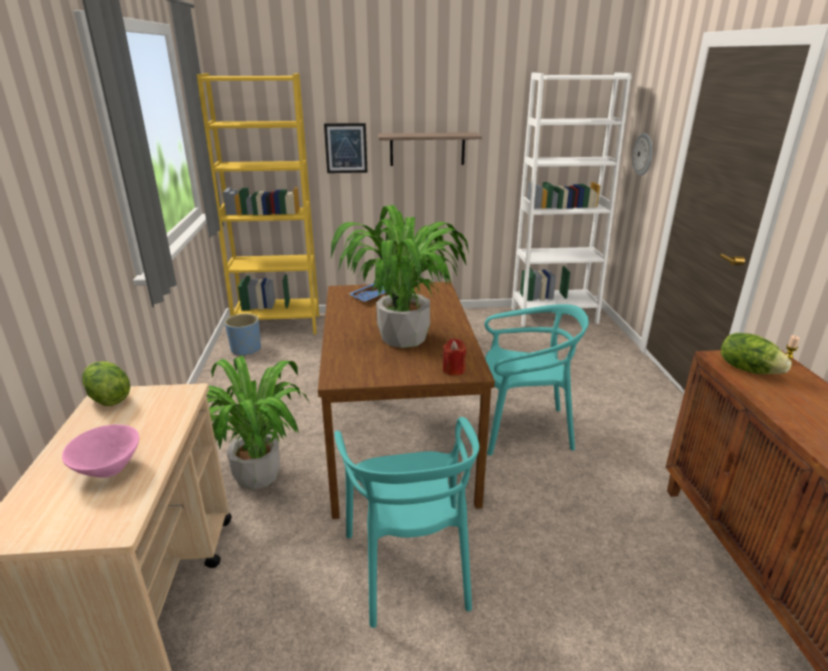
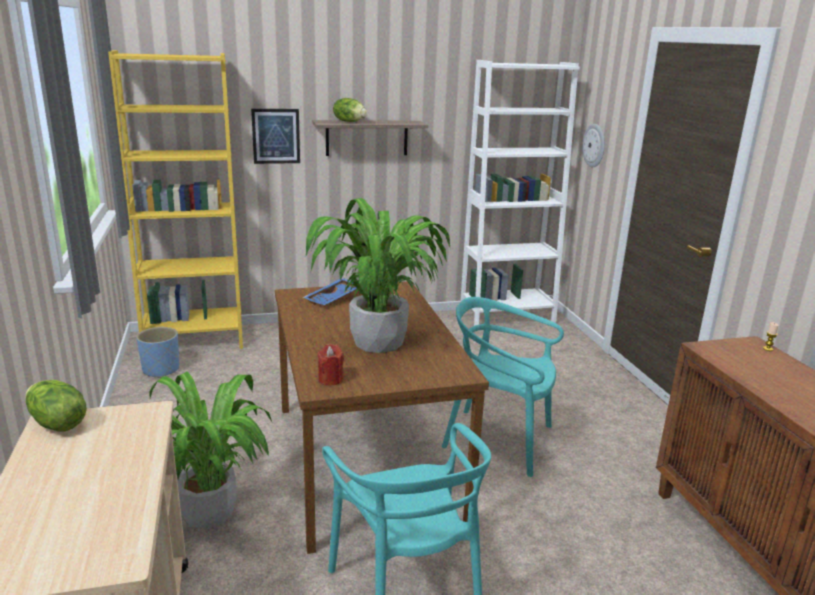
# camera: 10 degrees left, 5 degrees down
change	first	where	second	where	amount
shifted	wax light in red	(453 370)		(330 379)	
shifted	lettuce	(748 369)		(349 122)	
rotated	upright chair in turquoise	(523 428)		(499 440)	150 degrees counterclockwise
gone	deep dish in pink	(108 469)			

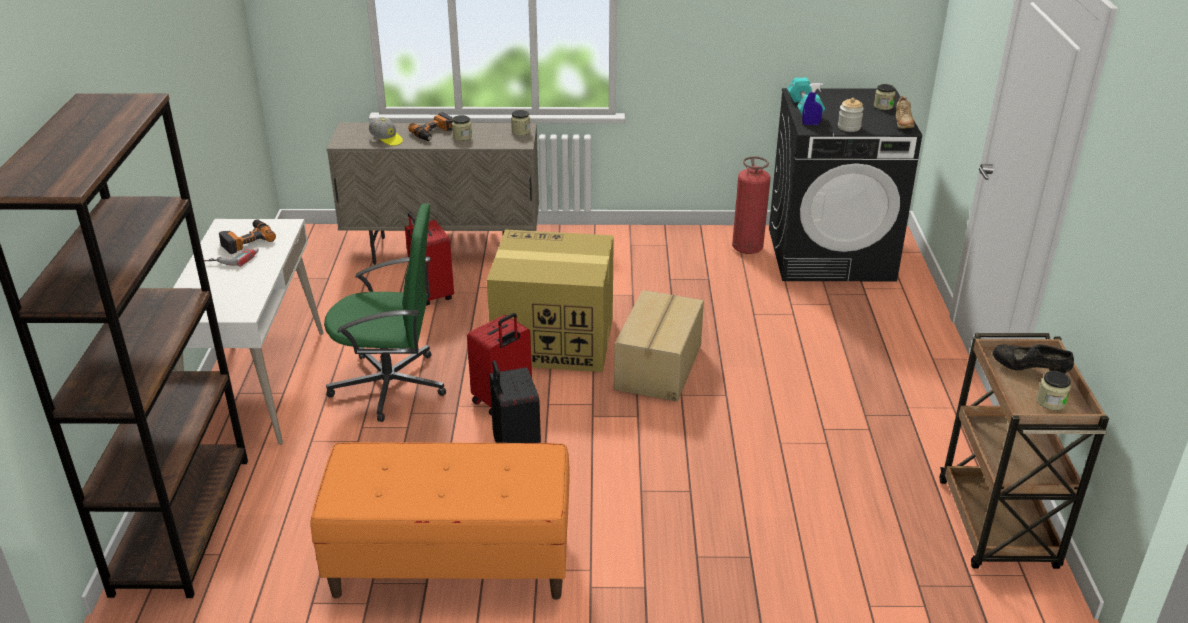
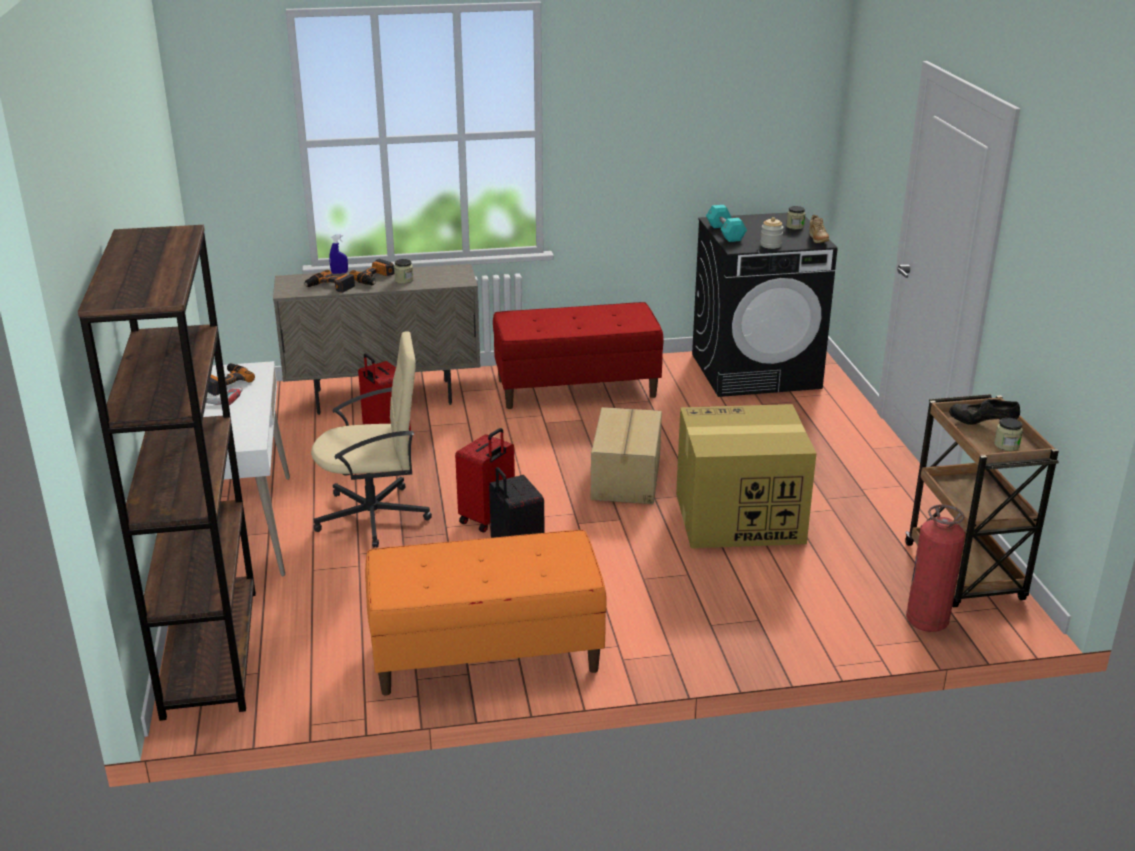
# camera: 10 degrees left, 5 degrees down
change	first	where	second	where	amount
swapped	cap	(386 139)	drill	(330 287)	
repainted	office chair in greenish	(391 385)	office chair in sand-coloured	(374 516)	
shifted	hand sprayer in blue-coloured	(811 124)		(339 273)	
new			bench in red	(576 388)	
shifted	cardboard box	(552 340)		(737 518)	
shifted	fire extinguisher	(747 248)		(927 622)	
gone	preserve jar	(521 132)			

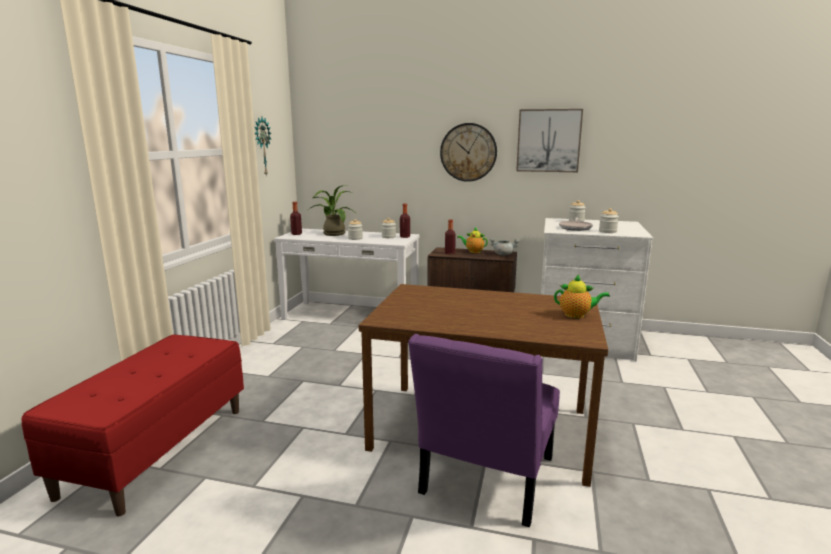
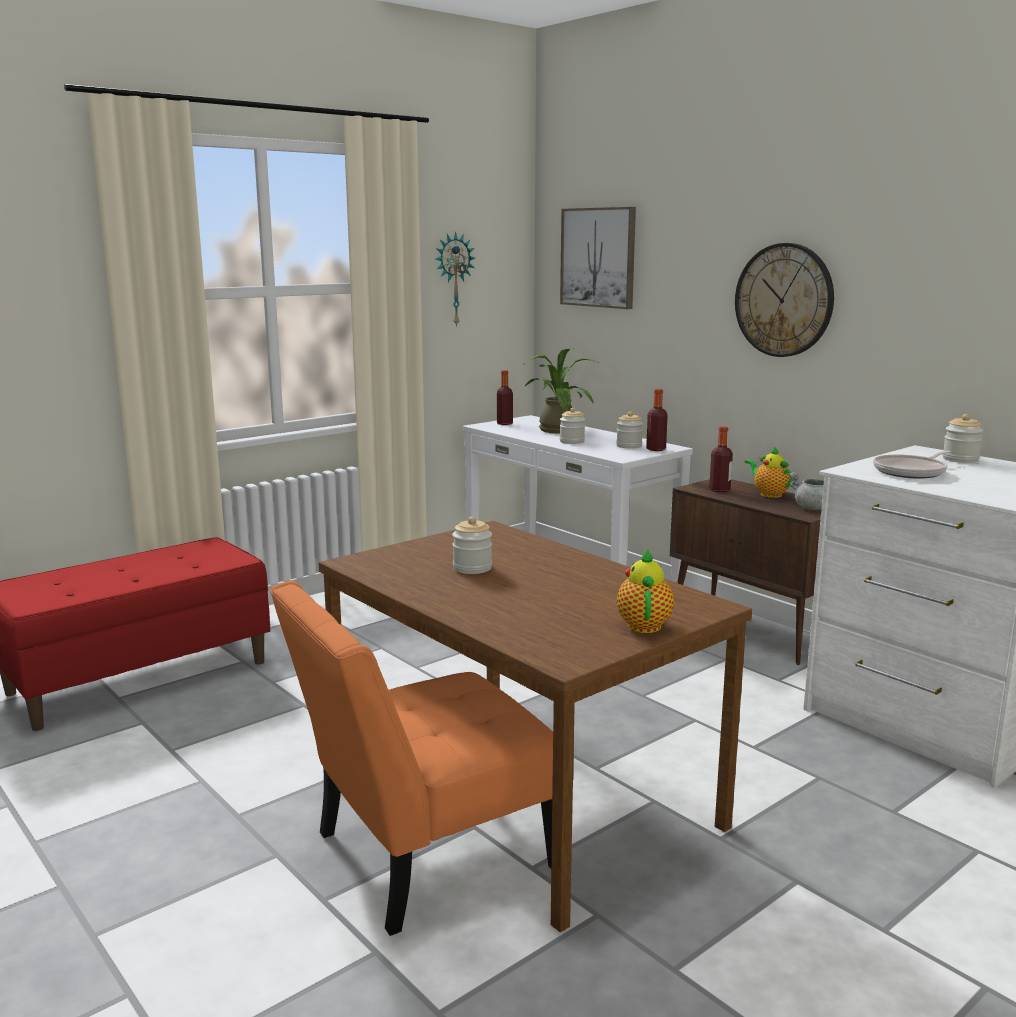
# camera: 35 degrees right, 0 degrees up
change	first	where	second	where	amount
repainted	upright chair in purplish	(485 480)	upright chair in orangey	(423 856)	
shifted	preserve jar	(607 231)		(472 568)	
shifted	picture	(548 140)		(598 257)	
rotated	tea pot	(577 315)		(644 624)	135 degrees counterclockwise

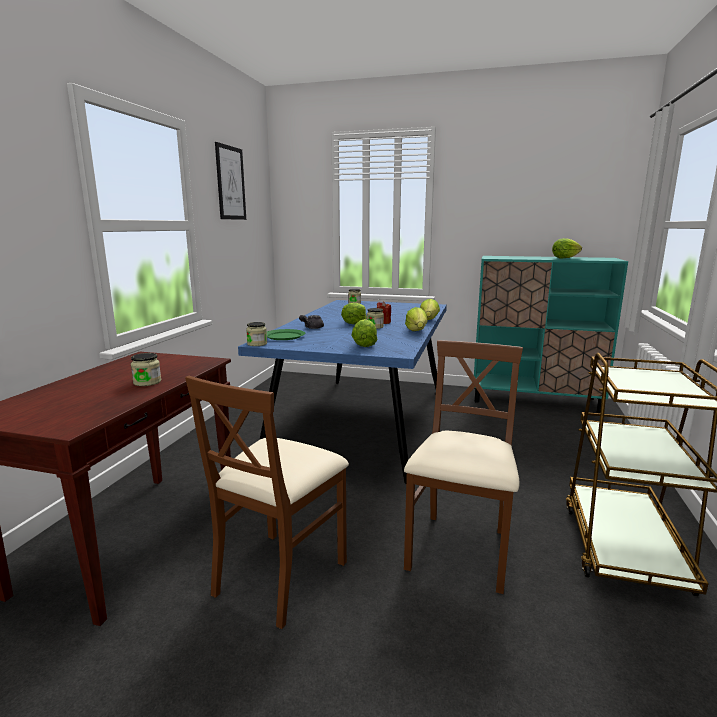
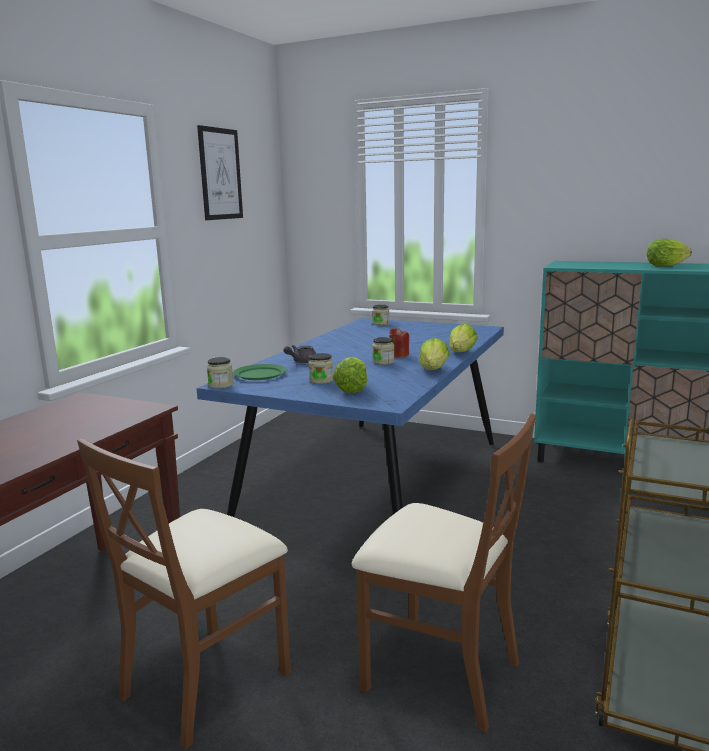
# camera: 10 degrees right, 0 degrees up
change	first	where	second	where	amount
shifted	preserve jar	(147 382)		(321 380)	
rotated	upright chair in brown-coloured	(459 551)		(439 672)	90 degrees clockwise
gone	lettuce	(354 322)			

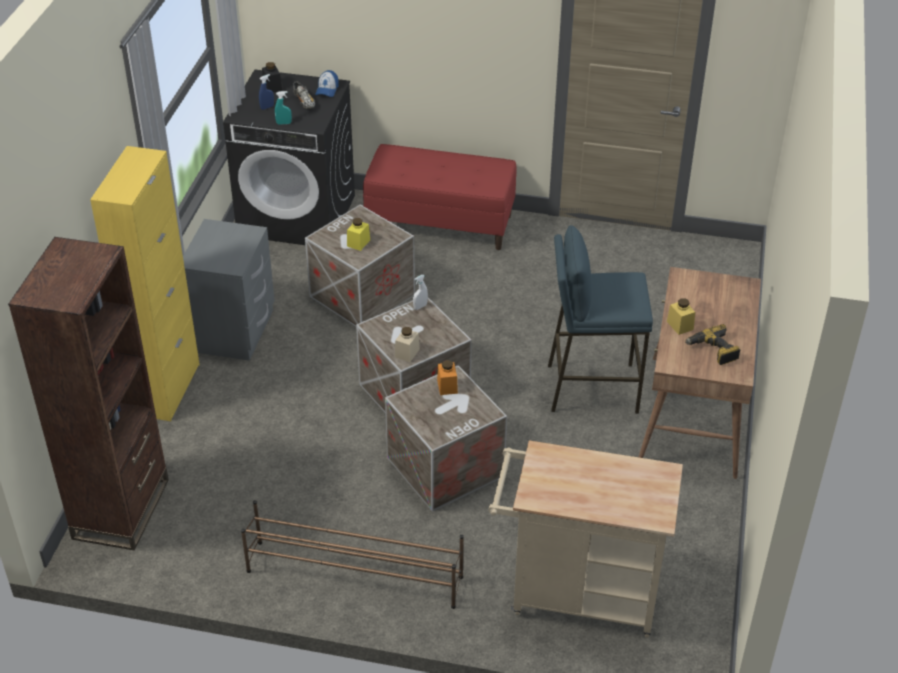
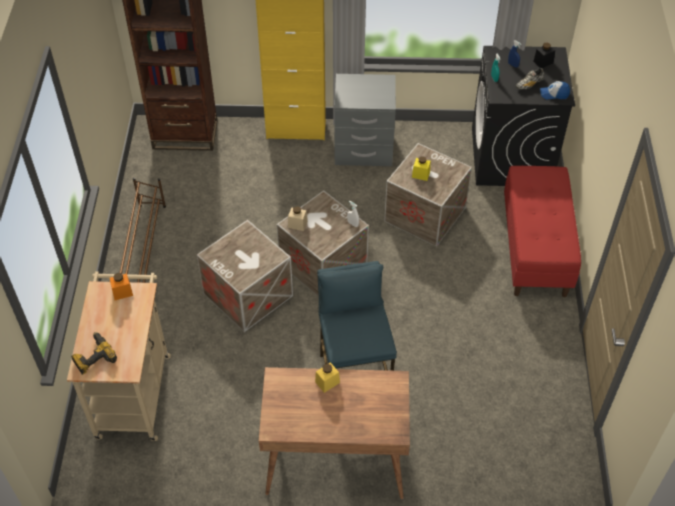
# camera: 80 degrees right, 10 degrees up
change	first	where	second	where	amount
shifted	drill	(713 351)		(93 357)	
shifted	preserve jar in orangey	(447 386)		(122 292)	

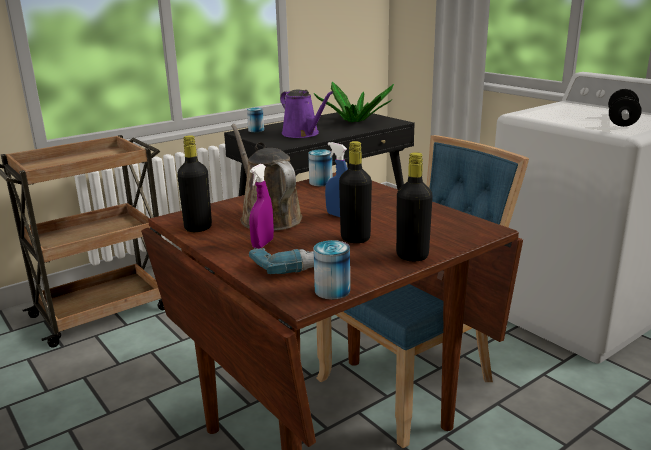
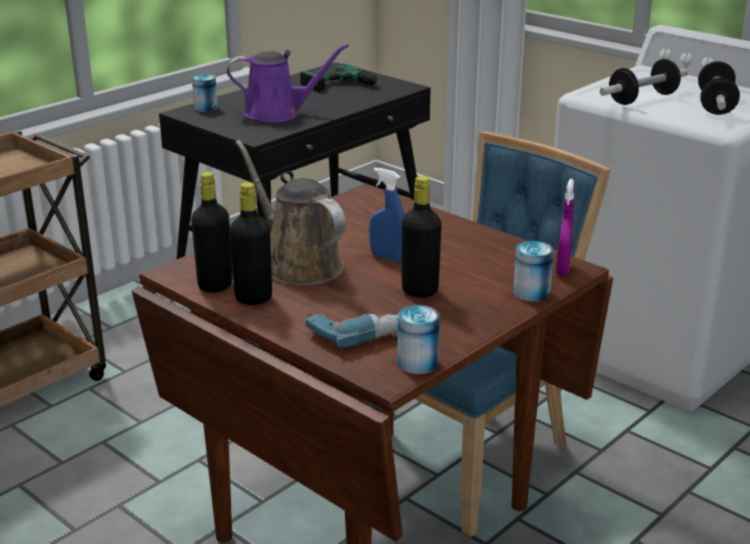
# camera: 10 degrees left, 5 degrees up
change	first	where	second	where	amount
rotated	sprinkling can in purplish	(303 134)		(278 113)	45 degrees counterclockwise
shifted	bottle in blackish	(412 256)		(253 298)	
swapped	houseplant	(355 121)	drill	(345 87)	
shifted	sealed can	(320 182)		(531 292)	
shifted	hand sprayer in purplish	(263 244)		(562 270)	
new			free weight	(642 99)	

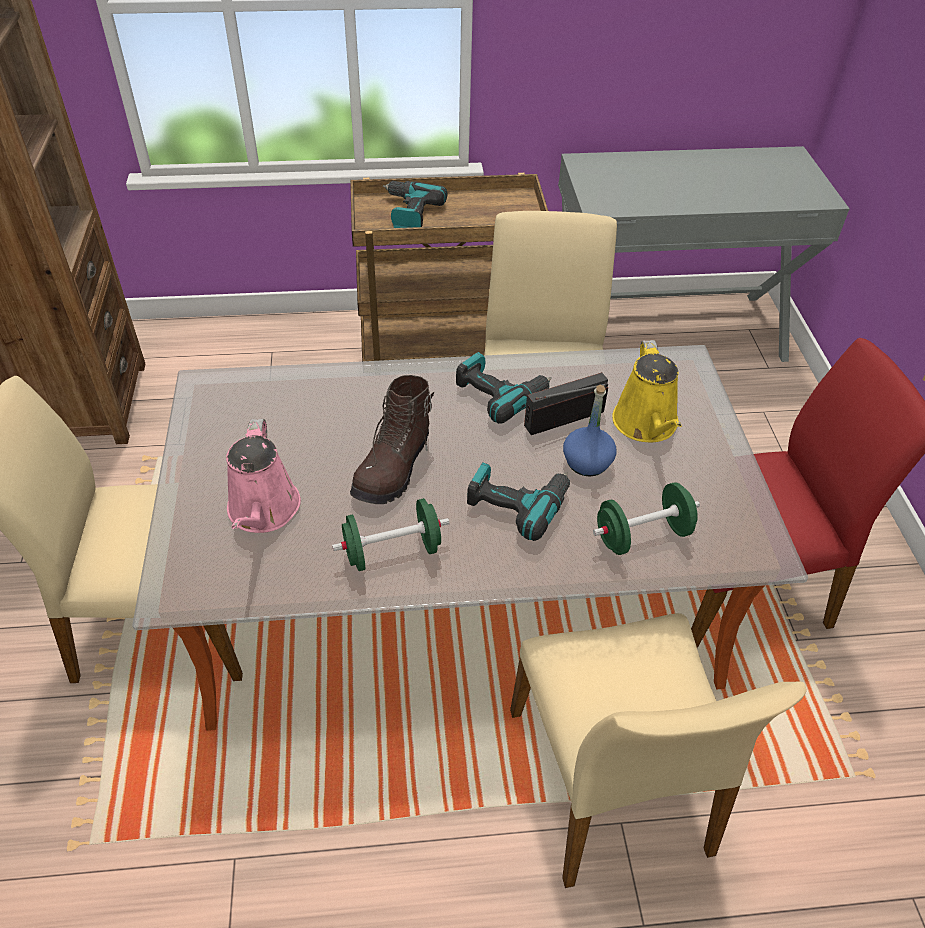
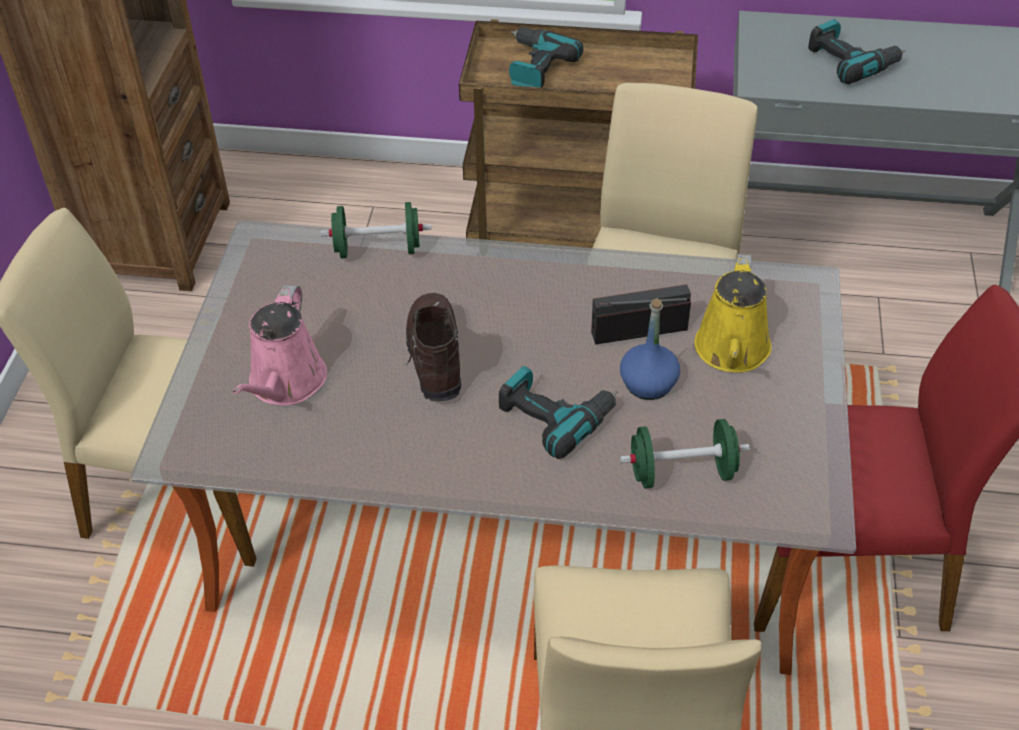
# camera: 15 degrees right, 0 degrees up
change	first	where	second	where	amount
shifted	free weight in greenish	(392 551)		(378 249)	
rotated	boot in brown-coloured	(394 468)		(434 358)	135 degrees clockwise
shifted	drill	(500 393)		(851 61)	

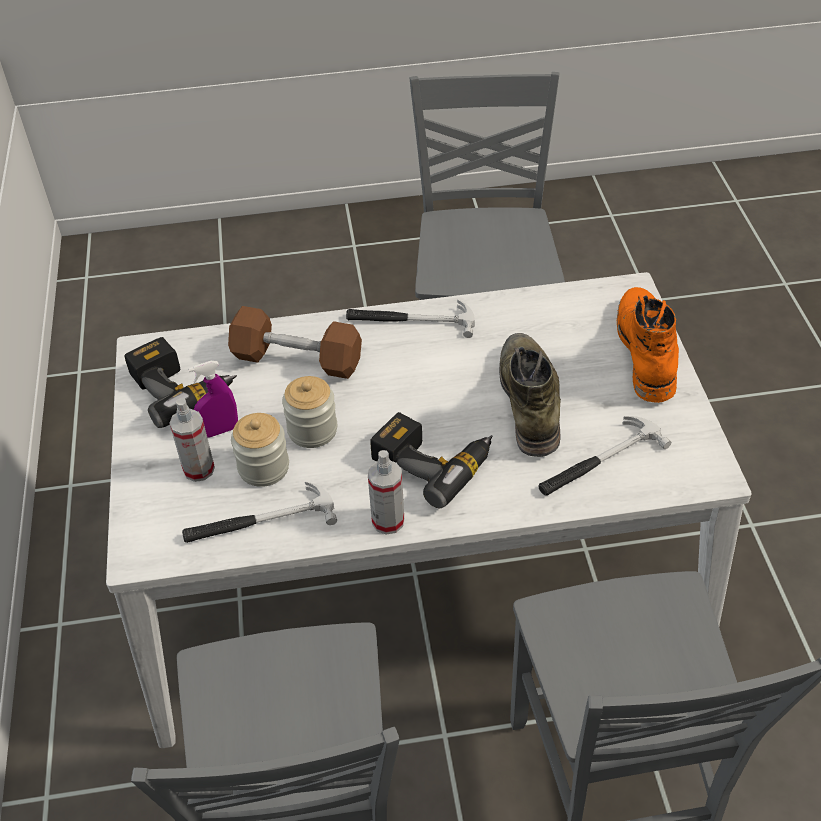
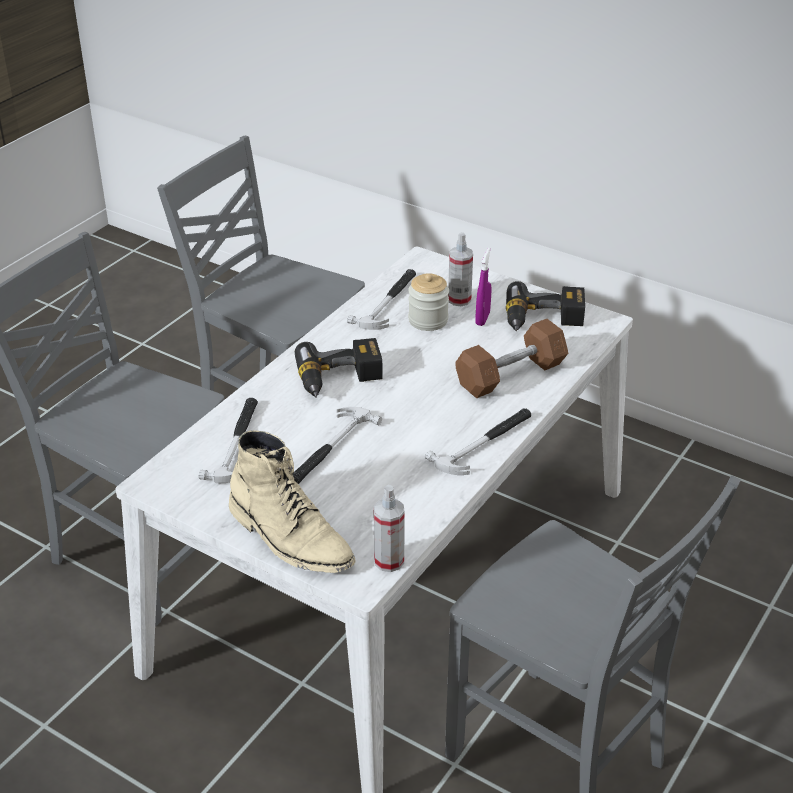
# camera: 130 degrees right, 10 degrees down
change	first	where	second	where	amount
repainted	boot in orangey	(645 350)	boot in sand-coloured	(290 537)	
swapped	boot in greenish	(529 400)	tool hammer	(330 448)	
shifted	hand sprayer	(388 521)		(389 561)	
gone	preserve jar	(312 430)			

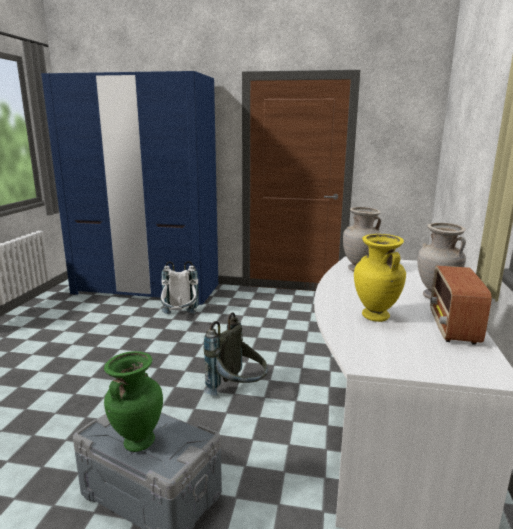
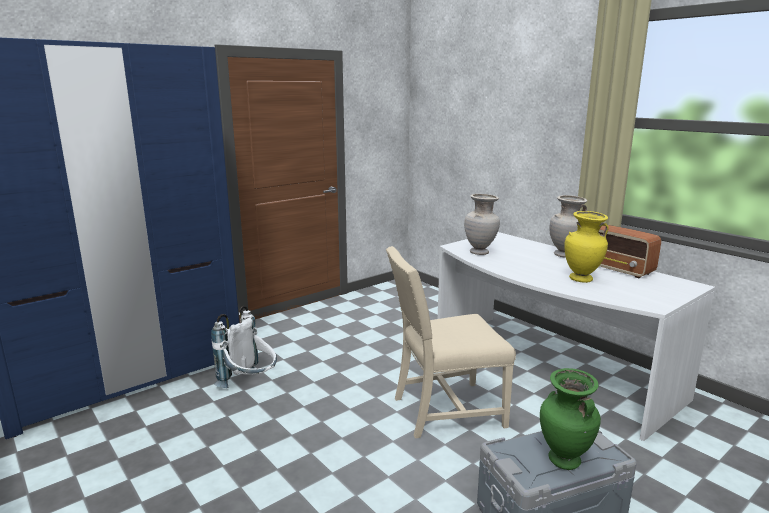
# camera: 50 degrees left, 0 degrees up
change	first	where	second	where	amount
swapped	knapsack in grey	(238 392)	upright chair in sand-coloured	(444 411)	

